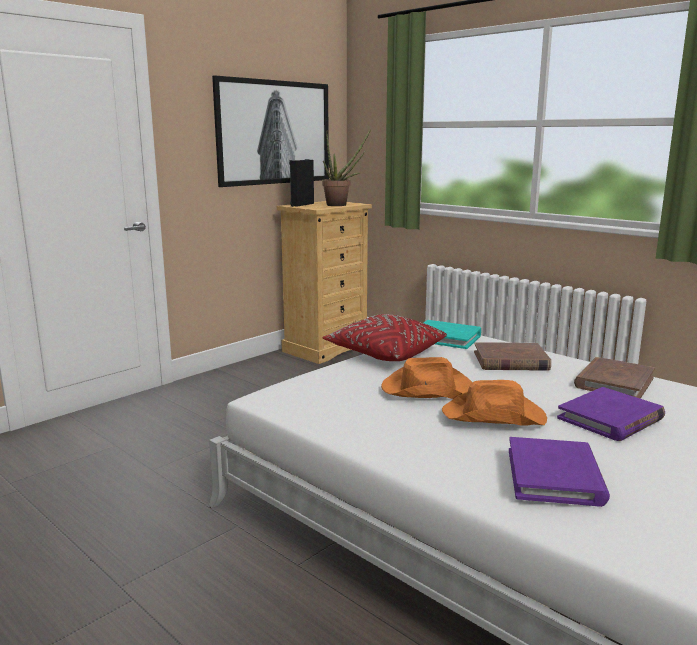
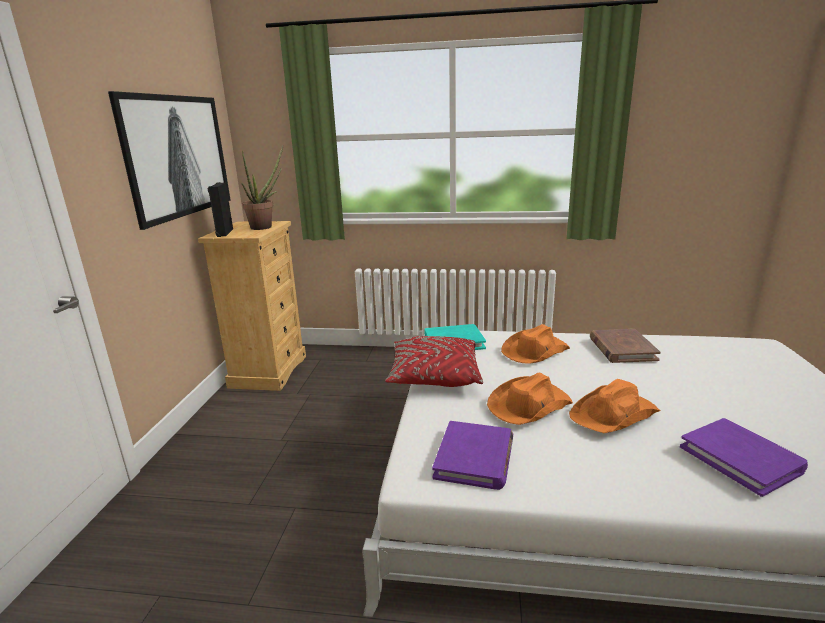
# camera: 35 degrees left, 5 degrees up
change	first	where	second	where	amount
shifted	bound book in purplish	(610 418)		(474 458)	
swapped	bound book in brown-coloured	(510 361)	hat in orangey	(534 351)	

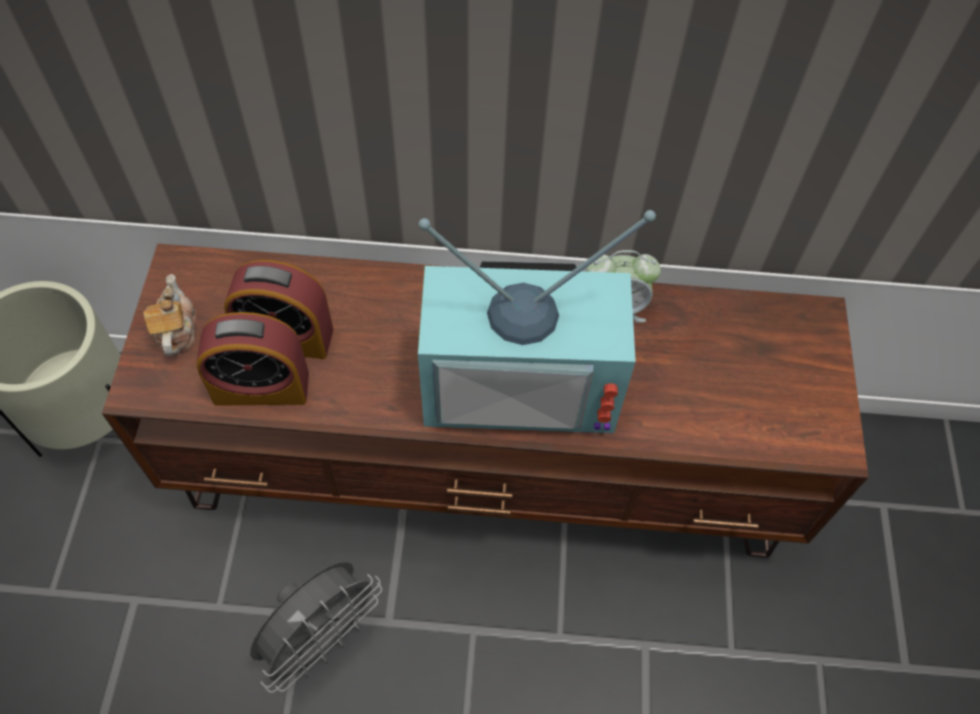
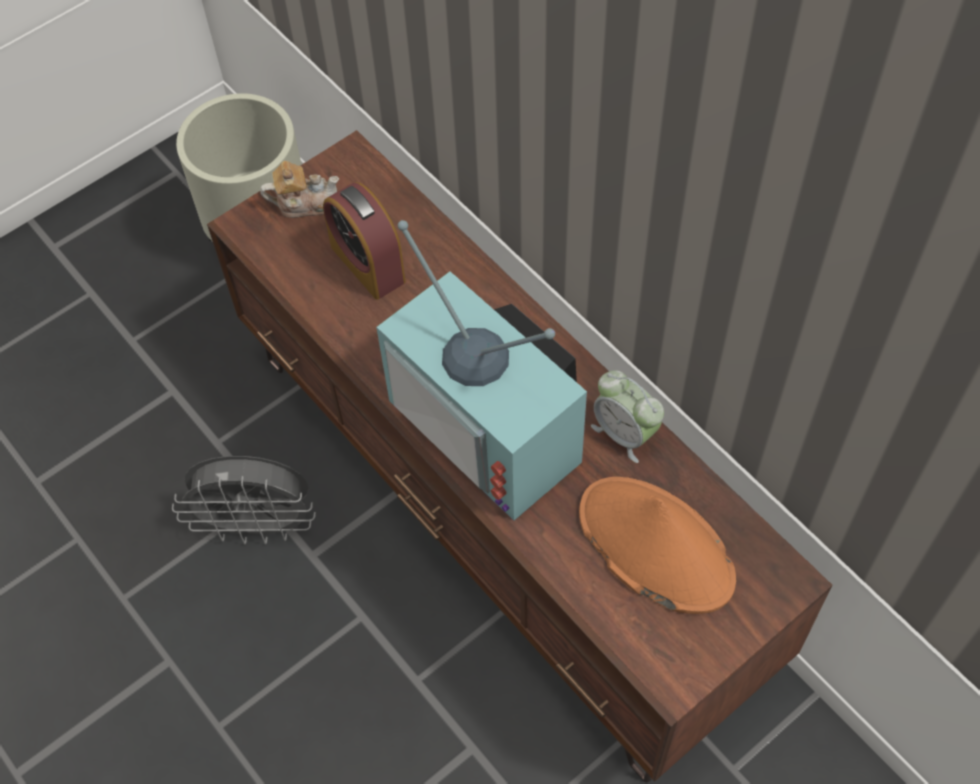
# camera: 50 degrees right, 0 degrees up
change	first	where	second	where	amount
rotated	tea pot	(175 331)		(304 203)	45 degrees clockwise
new			hat in orangey	(654 545)	
gone	table clock	(261 387)			

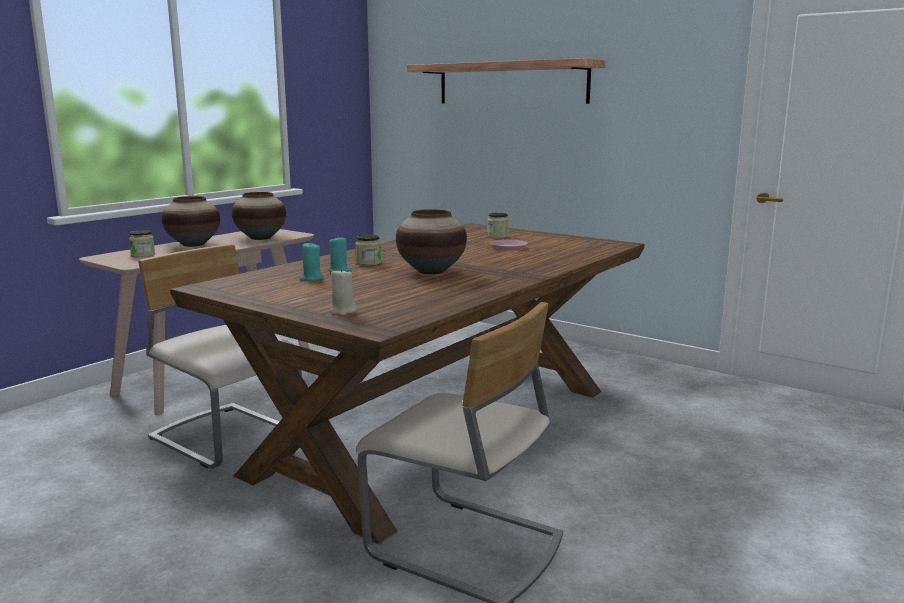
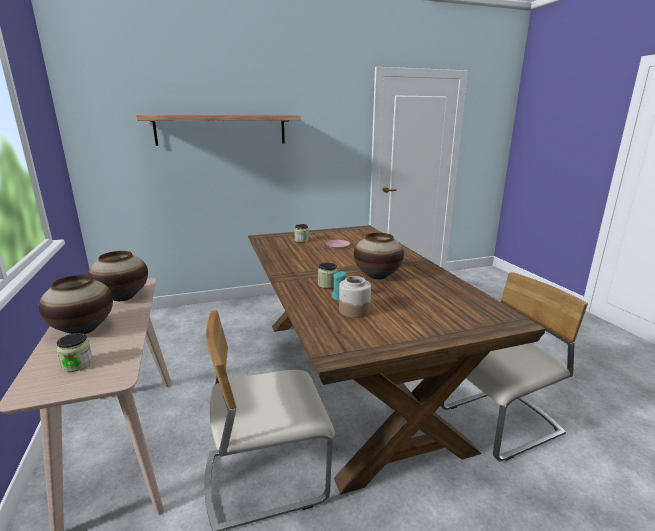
# camera: 55 degrees left, 5 degrees up
change	first	where	second	where	amount
swapped	wax light in turquoise	(311 278)	preserve jar	(354 310)	
gone	wax light in sand-coloured	(343 311)			

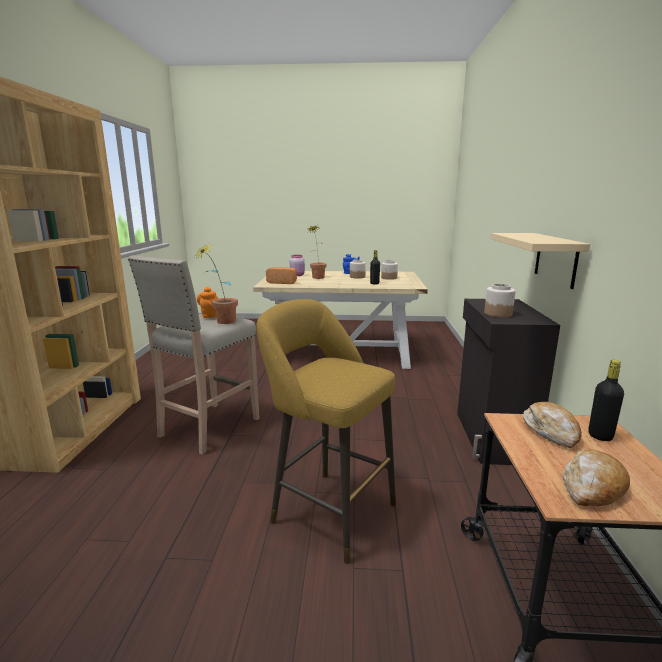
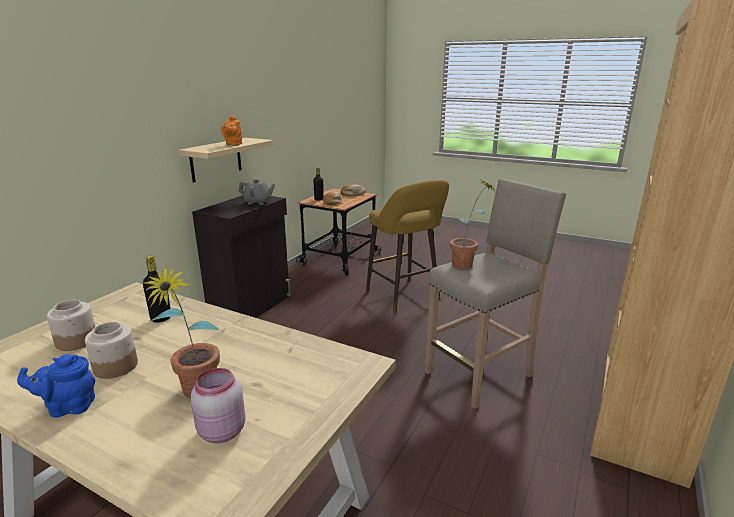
# camera: 155 degrees left, 5 degrees up
change	first	where	second	where	amount
shifted	tea pot in orangey	(209 315)		(233 145)	
swapped	preserve jar	(498 313)	tea pot in grey	(258 202)	
gone	bread	(282 282)			

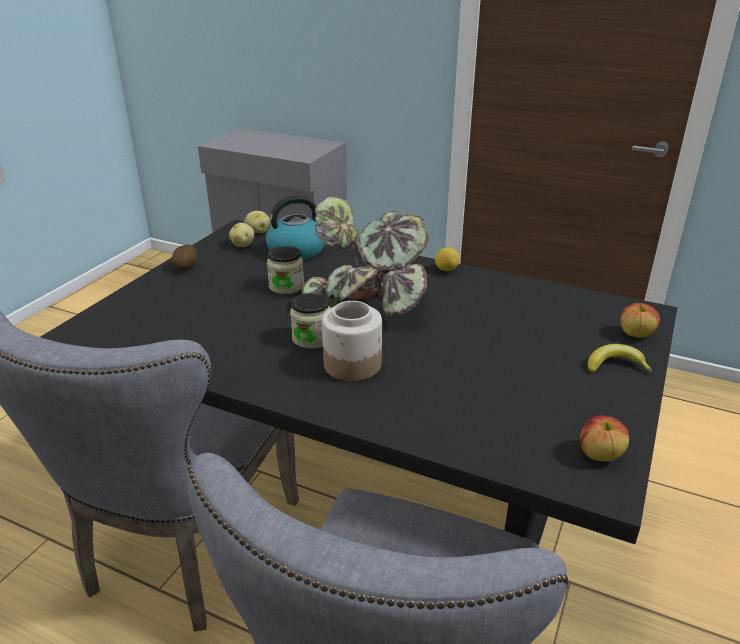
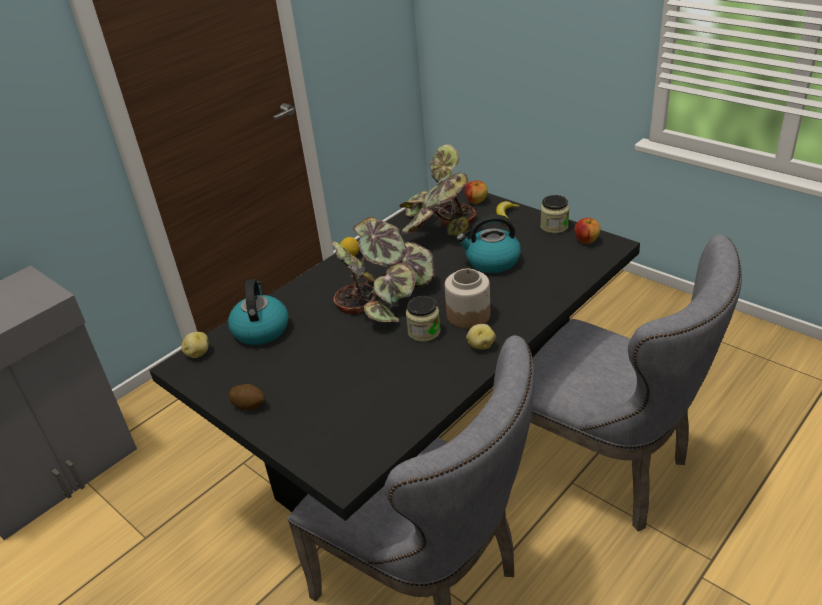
# camera: 70 degrees left, 5 degrees up
change	first	where	second	where	amount
new			houseplant	(436 228)	
new			water kettle	(491 261)	
shifted	whole potato	(243 244)		(480 345)	
shifted	preserve jar	(286 286)		(554 226)	

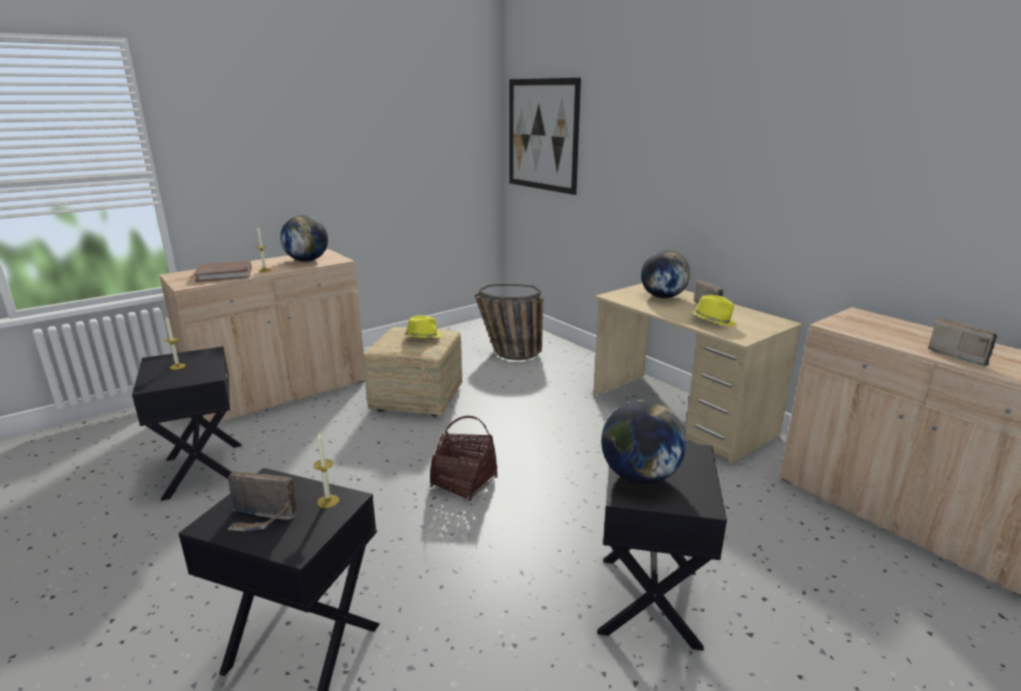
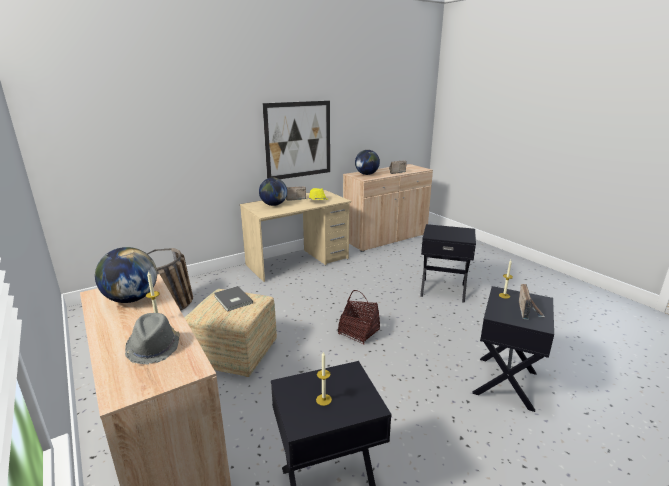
# camera: 85 degrees left, 0 degrees up
change	first	where	second	where	amount
swapped	bound book in brown-coloured	(224 274)	hat in grey	(154 347)	
swapped	hat in yellow	(422 338)	bound book in grey	(232 300)	
shifted	picture	(542 135)		(298 140)	
shifted	desk globe	(639 476)		(367 174)	

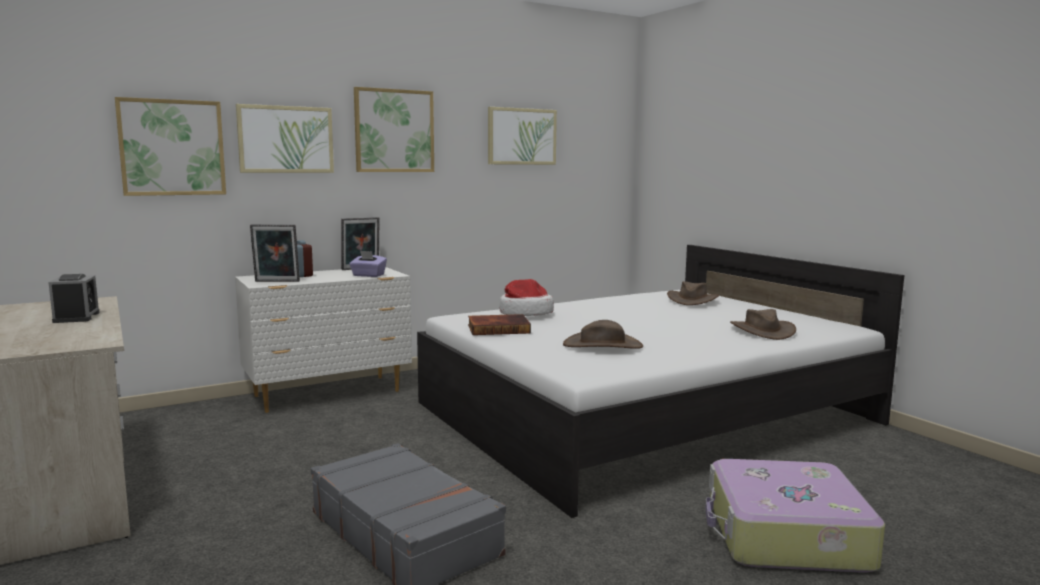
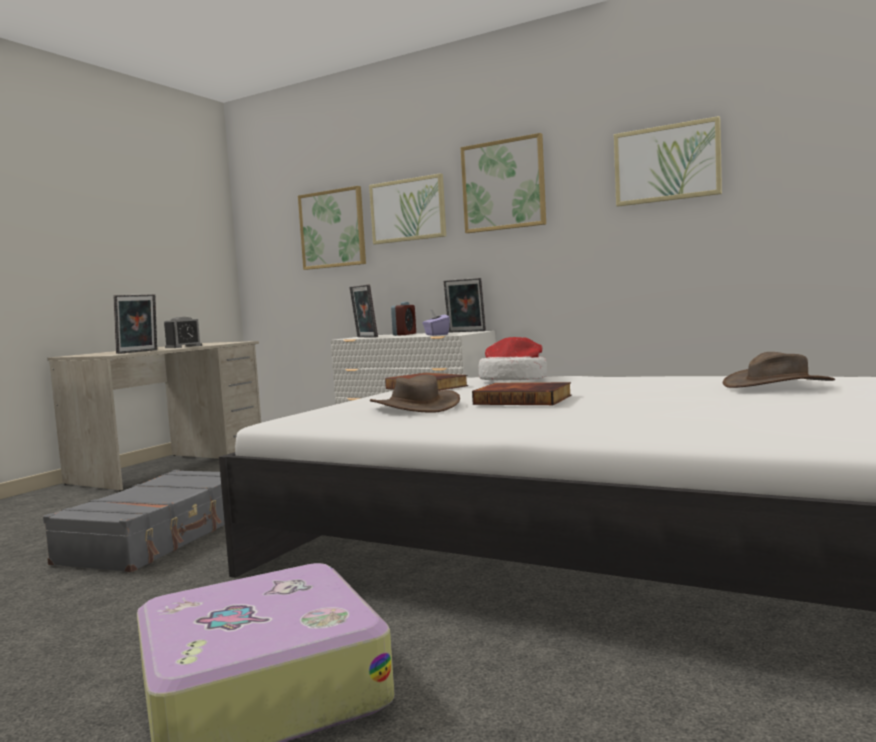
# camera: 60 degrees right, 5 degrees down
change	first	where	second	where	amount
new			photo frame	(138 351)	
new			bound book	(524 399)	
gone	hat in brown-coloured	(762 331)			

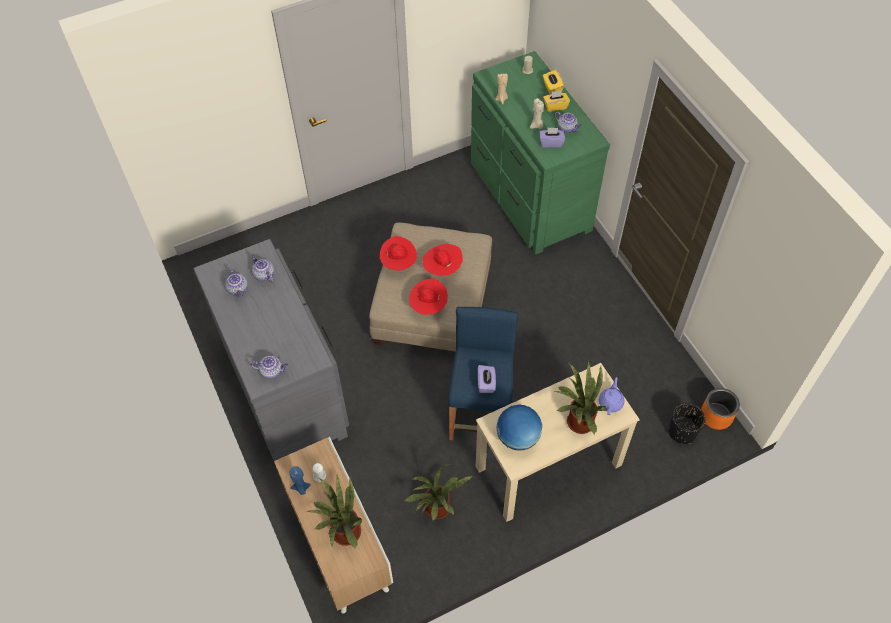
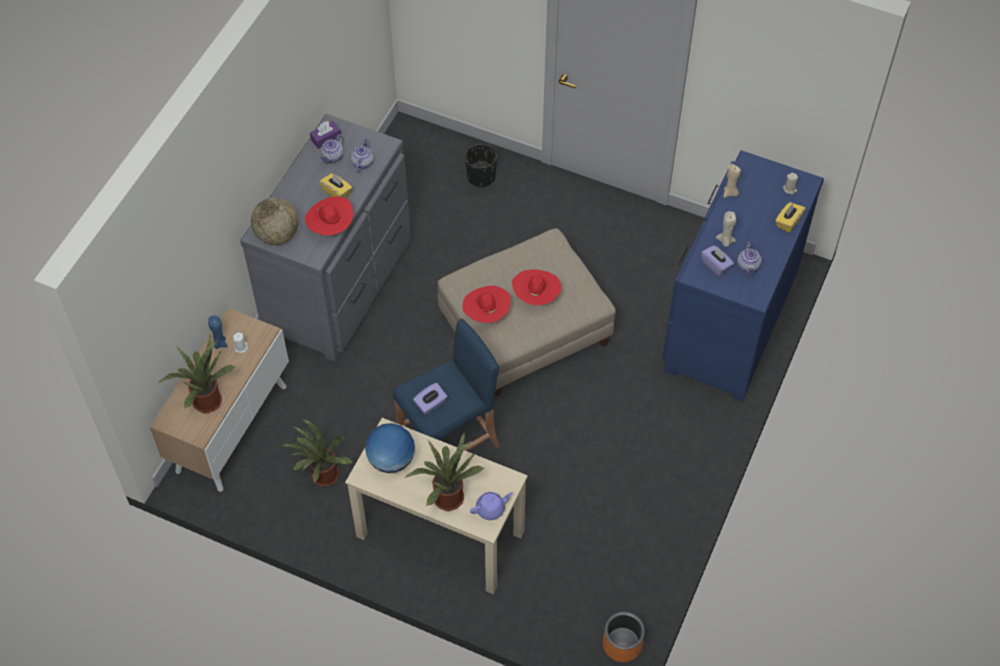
# camera: 50 degrees right, 0 degrees up
change	first	where	second	where	amount
swapped	tea pot	(272 371)	desk globe	(277 235)	
shifted	hat in red	(399 263)		(331 228)	
new			box of tissues in purplish	(326 138)	
shifted	box of tissues in yellow	(555 106)		(337 192)	
shifted	planter in blackish	(682 432)		(481 177)	
repainted	chest of drawers in greenish	(528 197)	chest of drawers in blue-coloured	(728 321)	

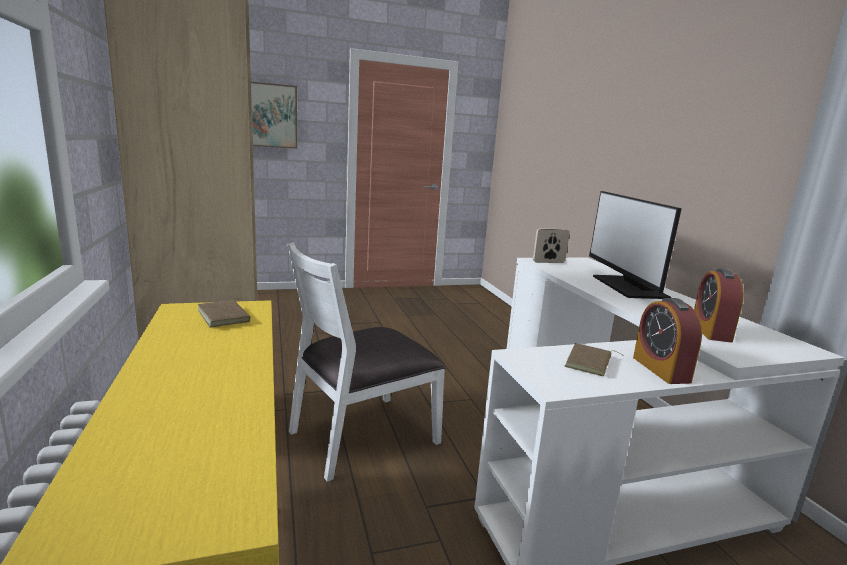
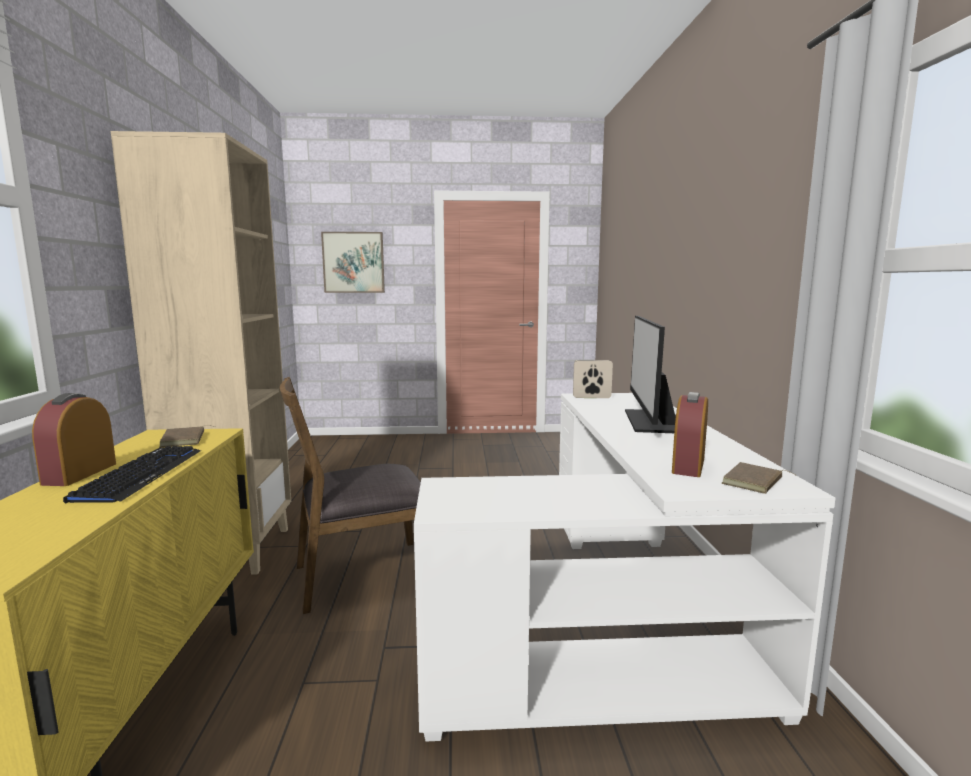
# camera: 15 degrees right, 5 degrees down
change	first	where	second	where	amount
shifted	table clock	(660 369)		(80 474)	
new			computer keyboard	(141 475)	
repainted	upright chair in white	(362 436)	upright chair in brown-coloured	(363 575)	
shifted	bound book in brown-coloured	(590 363)		(754 482)	

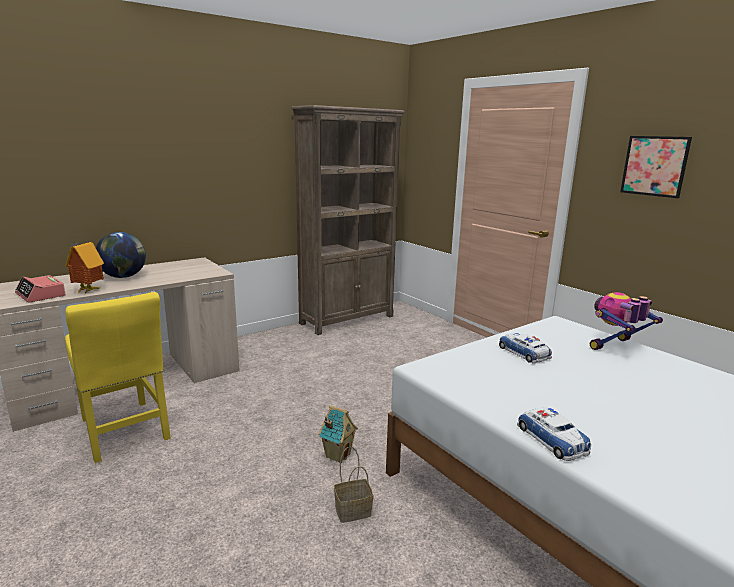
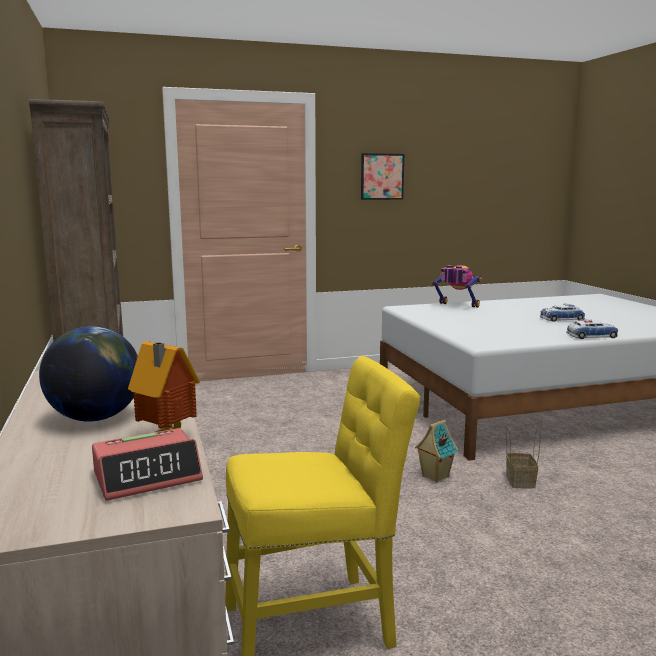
# camera: 70 degrees left, 5 degrees down
change	first	where	second	where	amount
rotated	toy robot	(616 347)		(456 306)	135 degrees clockwise
shifted	toy car	(523 353)		(561 319)	

